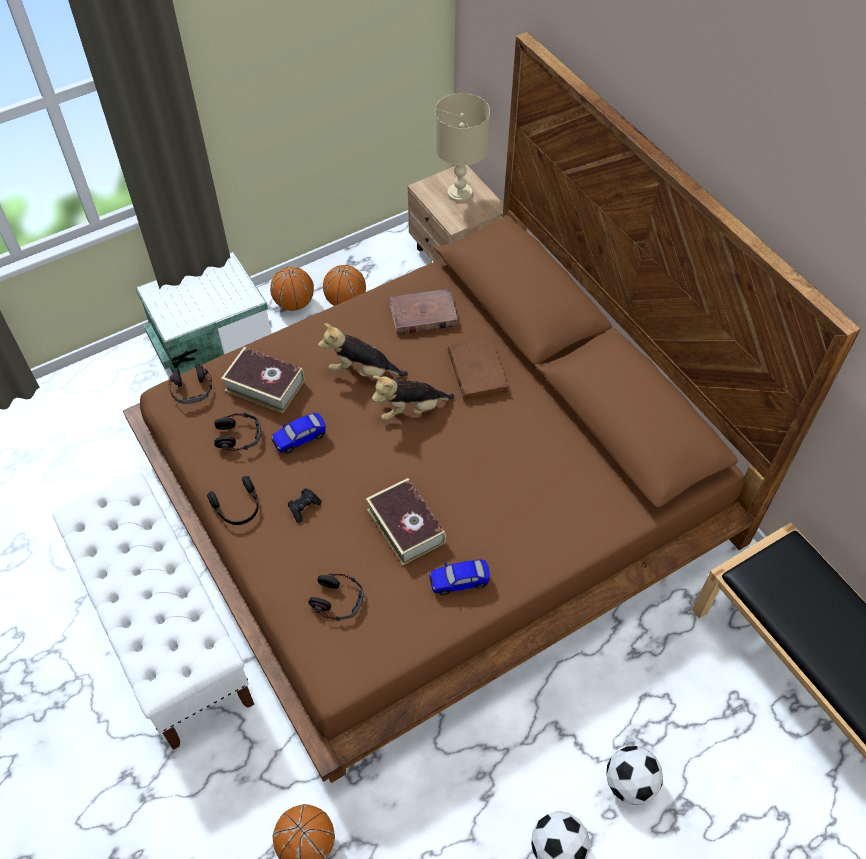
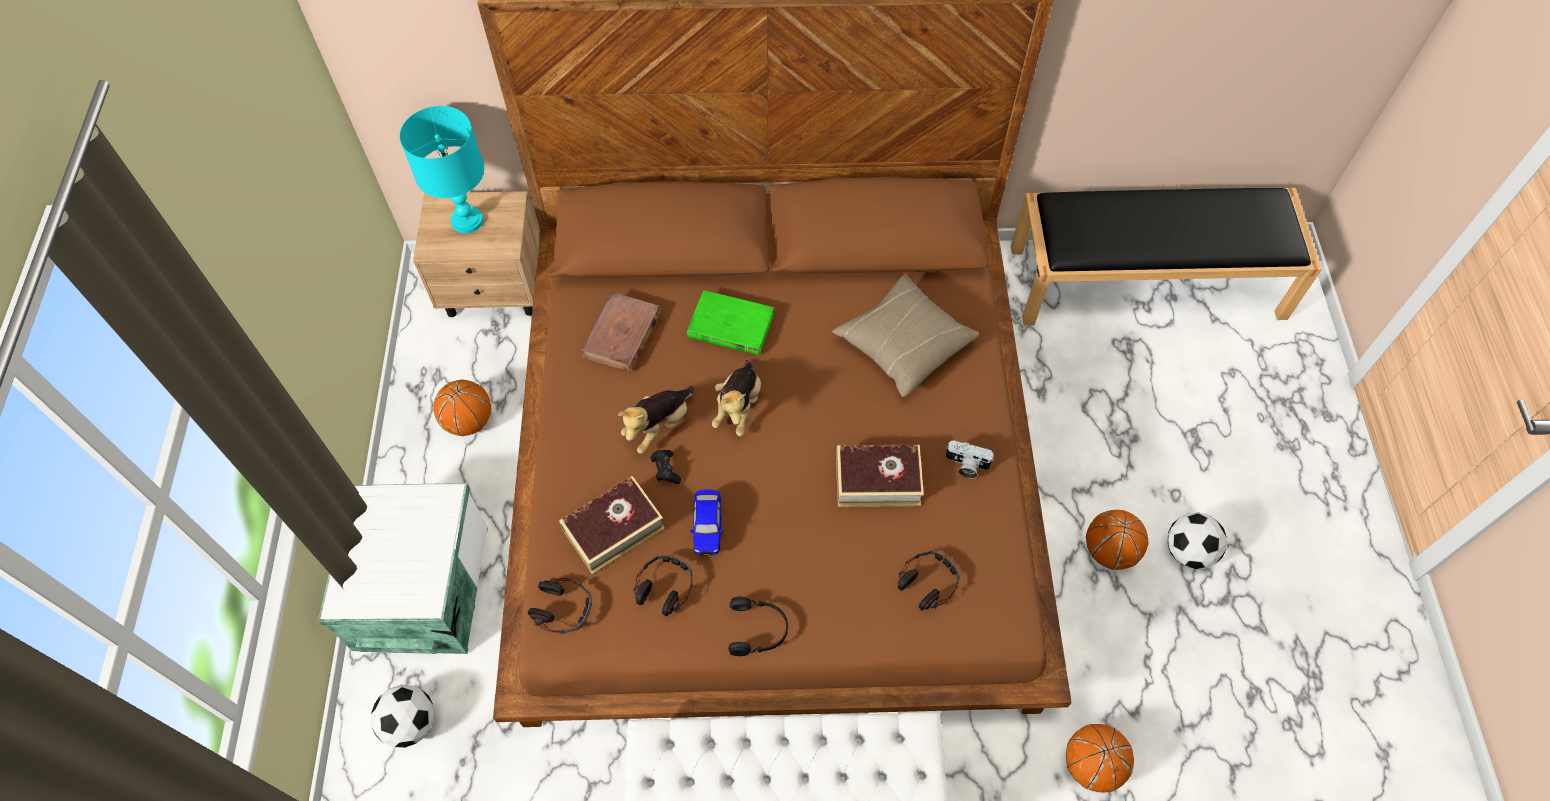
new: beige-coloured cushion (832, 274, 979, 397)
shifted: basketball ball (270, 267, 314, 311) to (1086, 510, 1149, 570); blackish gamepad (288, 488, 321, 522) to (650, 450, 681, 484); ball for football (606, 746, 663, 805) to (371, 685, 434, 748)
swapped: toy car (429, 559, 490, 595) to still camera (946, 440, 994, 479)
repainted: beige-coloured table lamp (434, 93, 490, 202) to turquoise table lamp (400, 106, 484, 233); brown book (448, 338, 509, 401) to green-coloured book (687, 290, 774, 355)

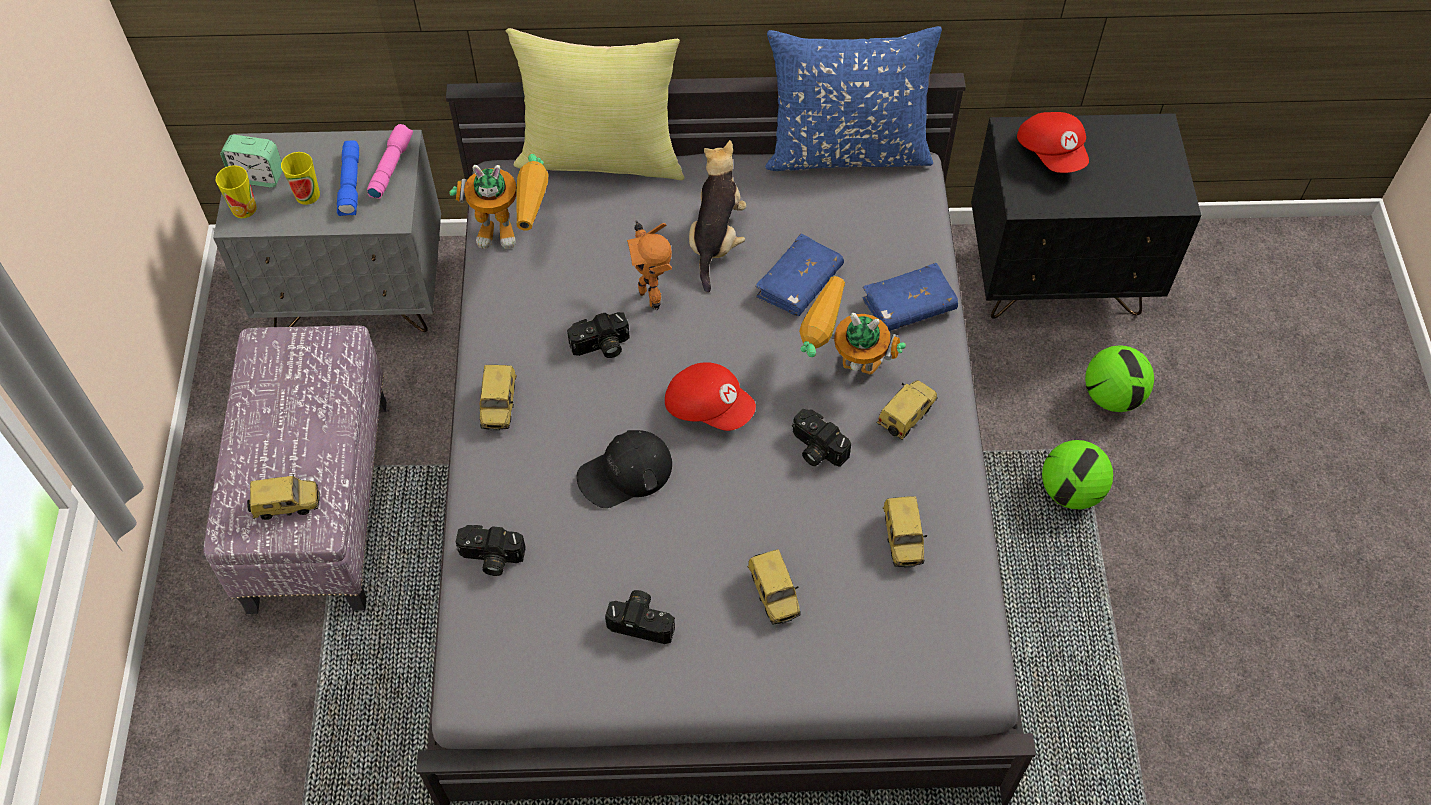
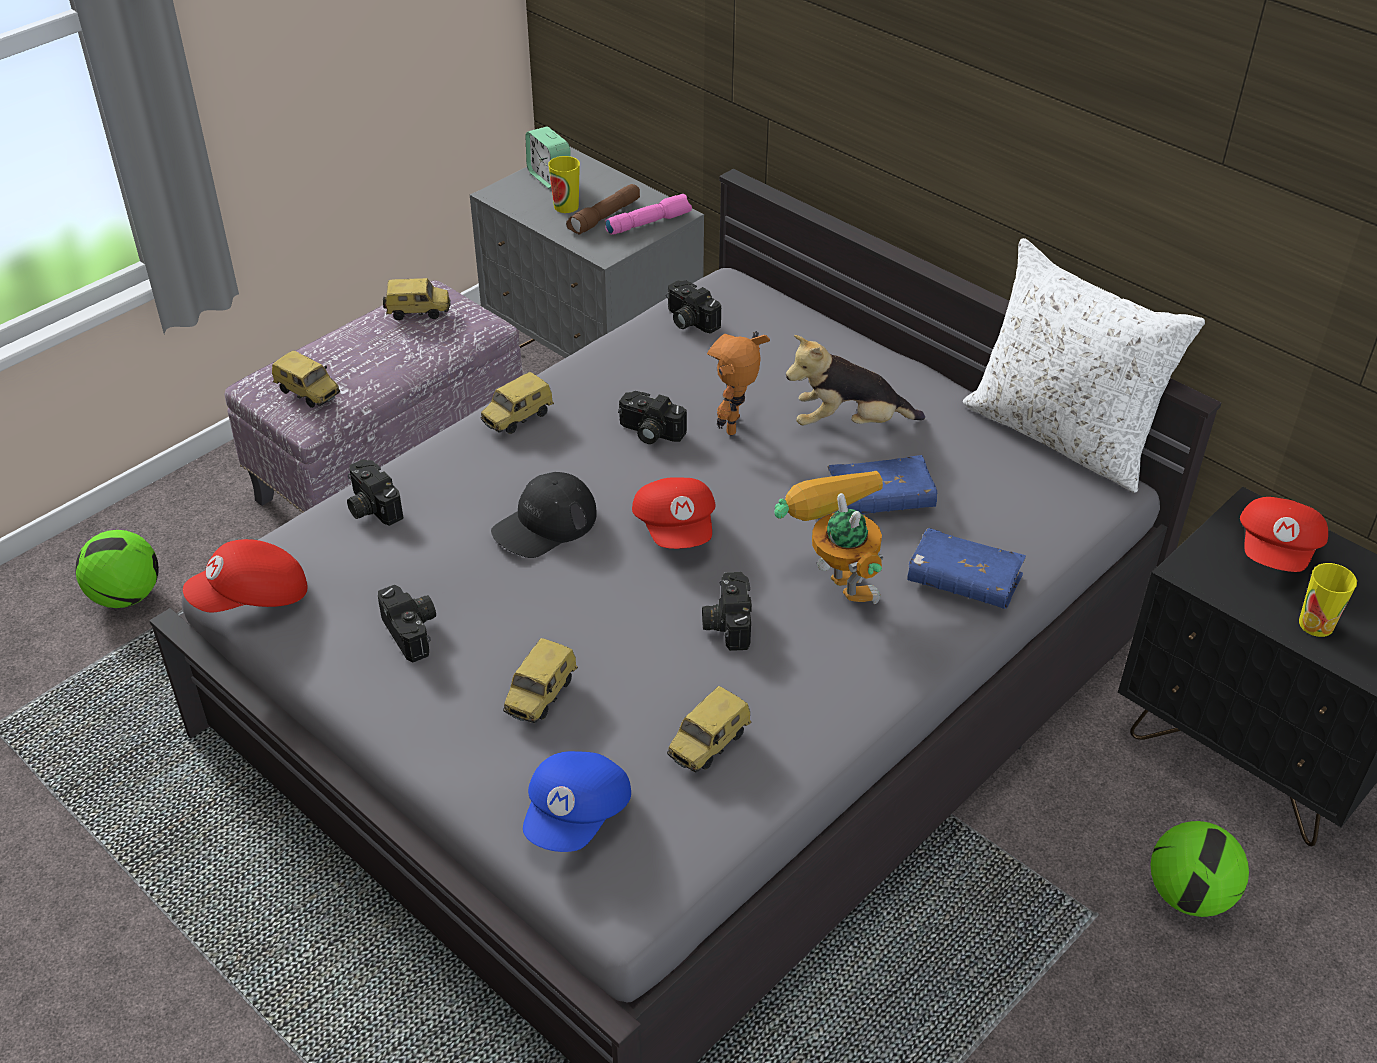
gone: yellow-coloured cushion (506, 28, 685, 180)
new: red cap (183, 539, 308, 613); bluish cap (523, 751, 631, 852)
shifted: cup (216, 165, 257, 218) to (1299, 563, 1357, 637); toy car (877, 380, 938, 440) to (383, 278, 451, 320); ball for football (1042, 440, 1113, 510) to (75, 530, 159, 608)
swapped: robot figure (449, 154, 548, 249) to still camera (666, 280, 721, 334)
repainted: bluish torch (337, 140, 359, 216) to brown torch (566, 184, 640, 235); bluish cushion (765, 26, 942, 171) to white cushion (963, 238, 1205, 493)
rotated: blackish cap (577, 430, 672, 508) = (491, 472, 597, 558) 60 degrees counterclockwise; soft toy (689, 140, 747, 293) = (786, 335, 925, 425) 150 degrees counterclockwise

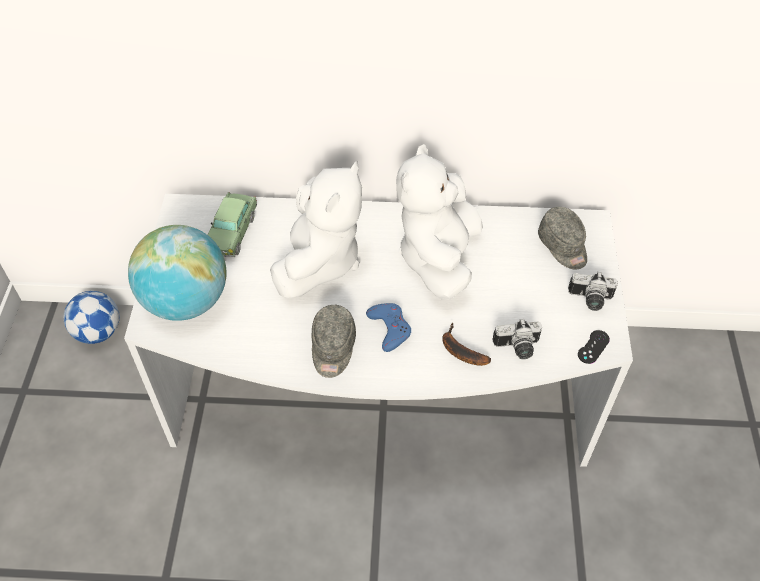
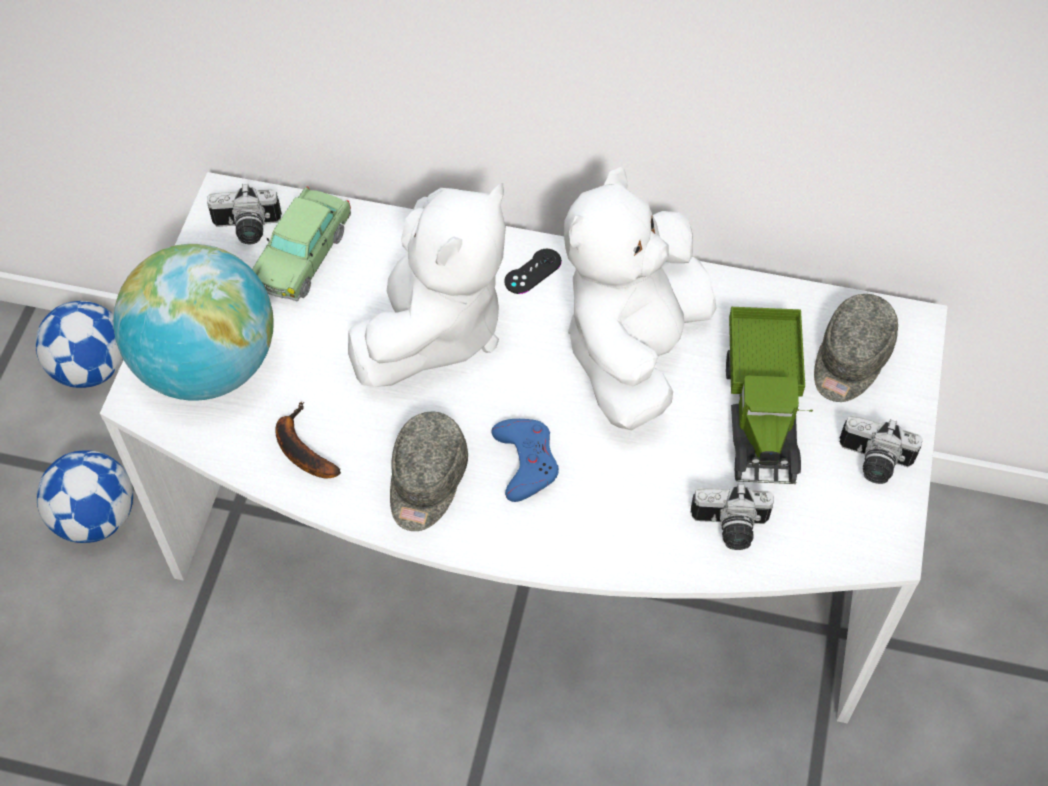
new: ball for football (37, 450, 133, 543); still camera (207, 183, 282, 244); toy lorry (726, 307, 813, 484)
shifted: banana (442, 323, 491, 366) to (275, 402, 341, 478); blackish gamepad (578, 330, 610, 364) to (504, 249, 562, 294)
rotated: gray cap (538, 207, 587, 269) = (814, 294, 898, 402) 45 degrees clockwise

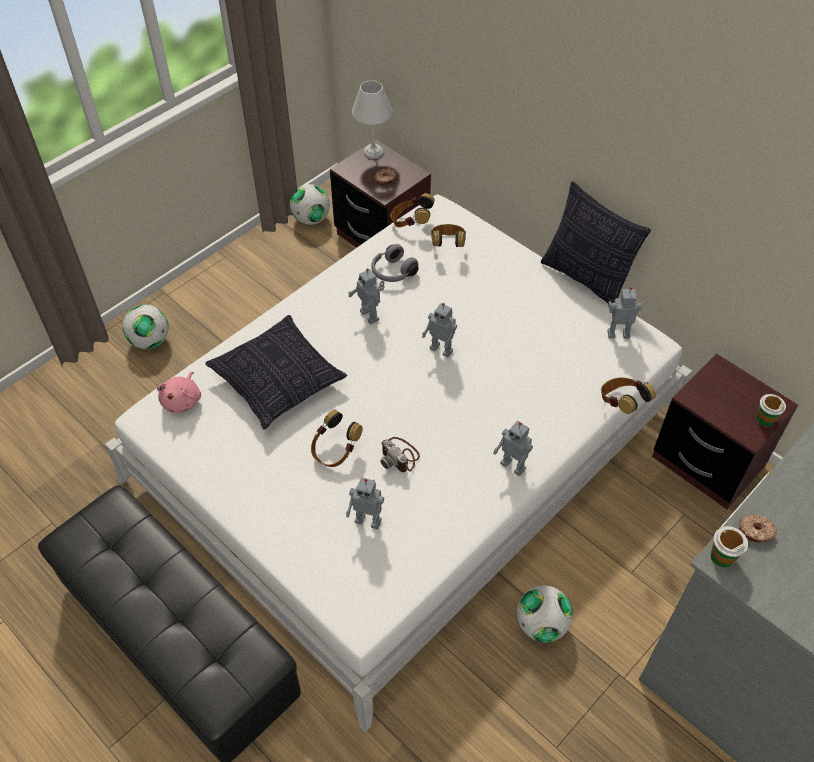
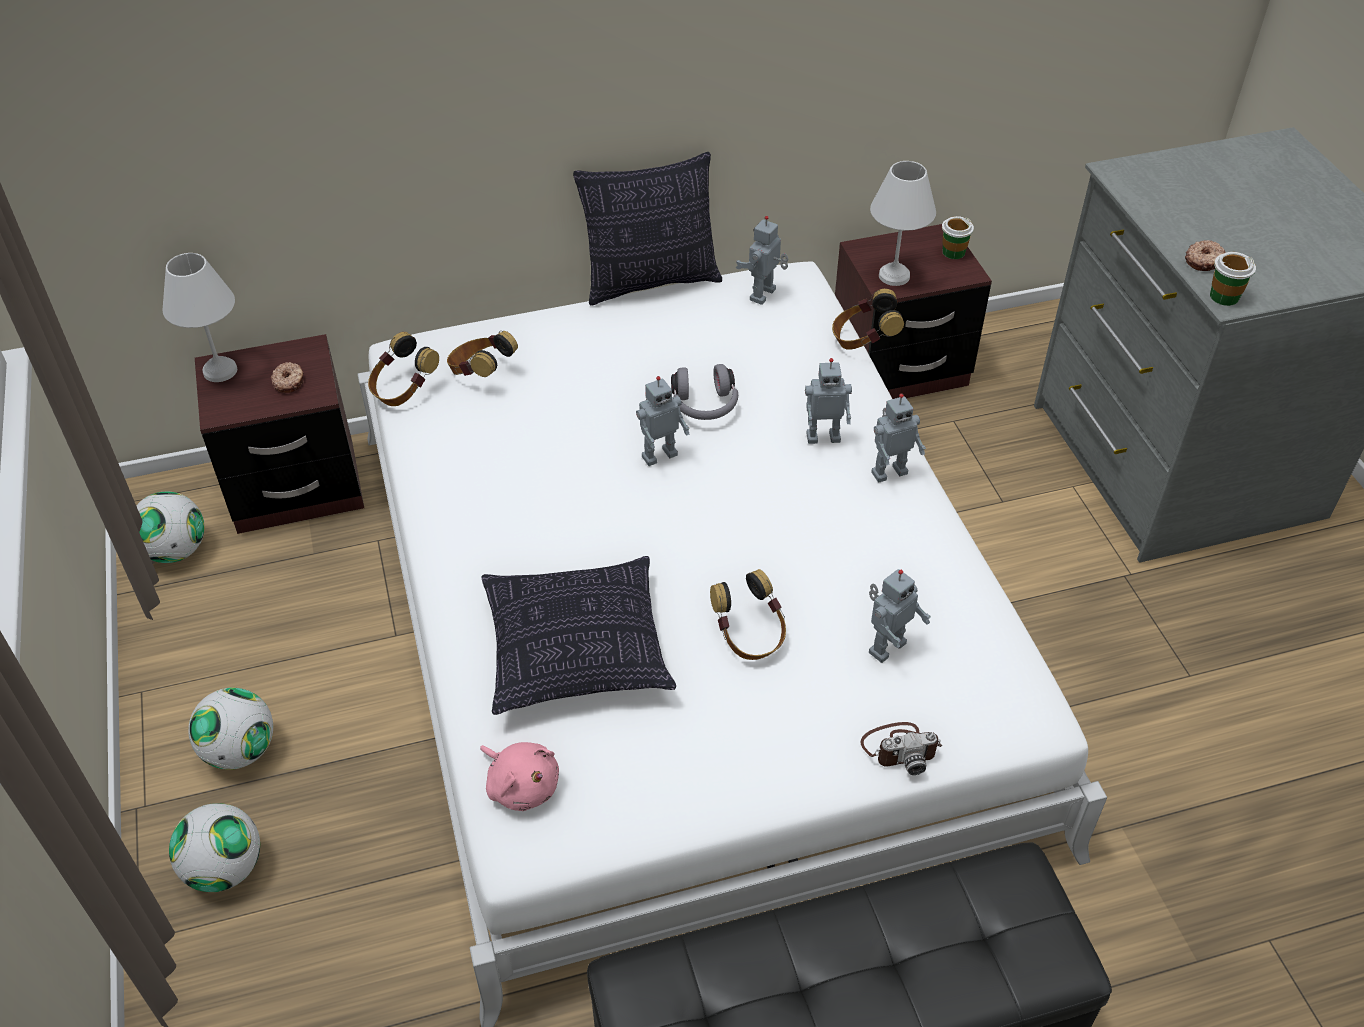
new: white table lamp (870, 161, 936, 286)
shifted: robot figure (348, 268, 385, 324) to (805, 358, 852, 444); gray pair of headphones (371, 244, 419, 282) to (671, 364, 738, 420); still camera (381, 437, 420, 472) to (860, 722, 942, 775); ball for football (517, 585, 573, 642) to (188, 688, 273, 770)

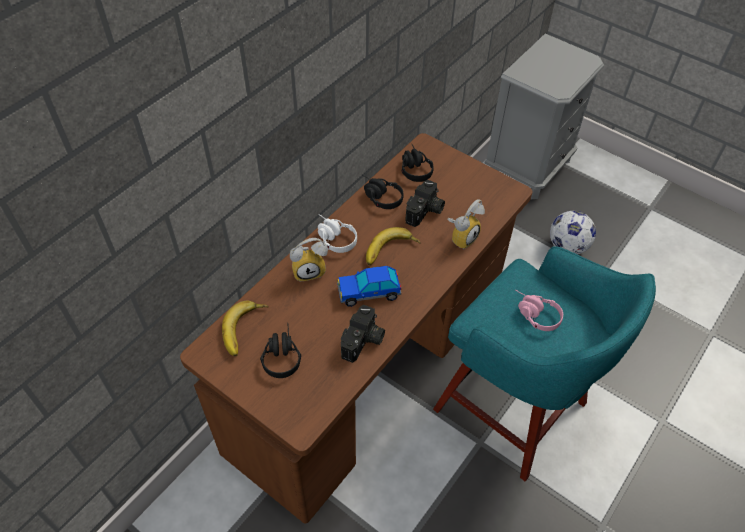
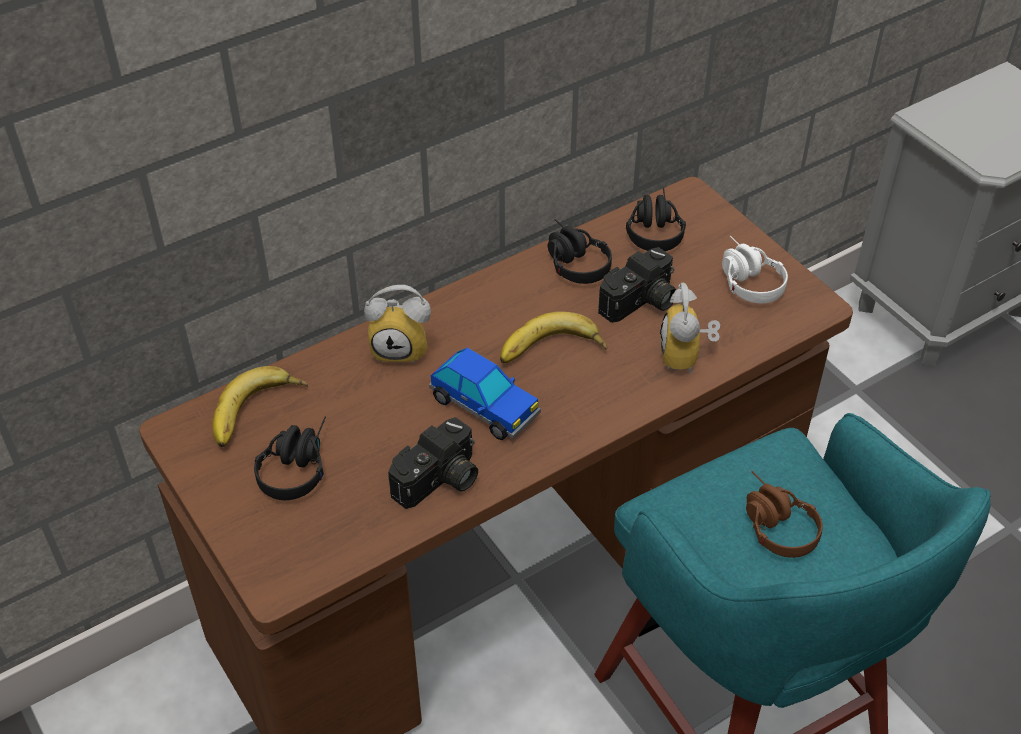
gone: ball for football (550, 211, 596, 254)
shifted: white pair of headphones (318, 214, 357, 253) to (722, 236, 788, 304)
repainted: pink-coloured pair of headphones (516, 290, 563, 331) to brown pair of headphones (746, 471, 823, 558)
rotated: toy car (337, 266, 401, 307) = (429, 348, 541, 440) 150 degrees counterclockwise; alarm clock (447, 199, 485, 249) = (660, 283, 720, 374) 120 degrees clockwise

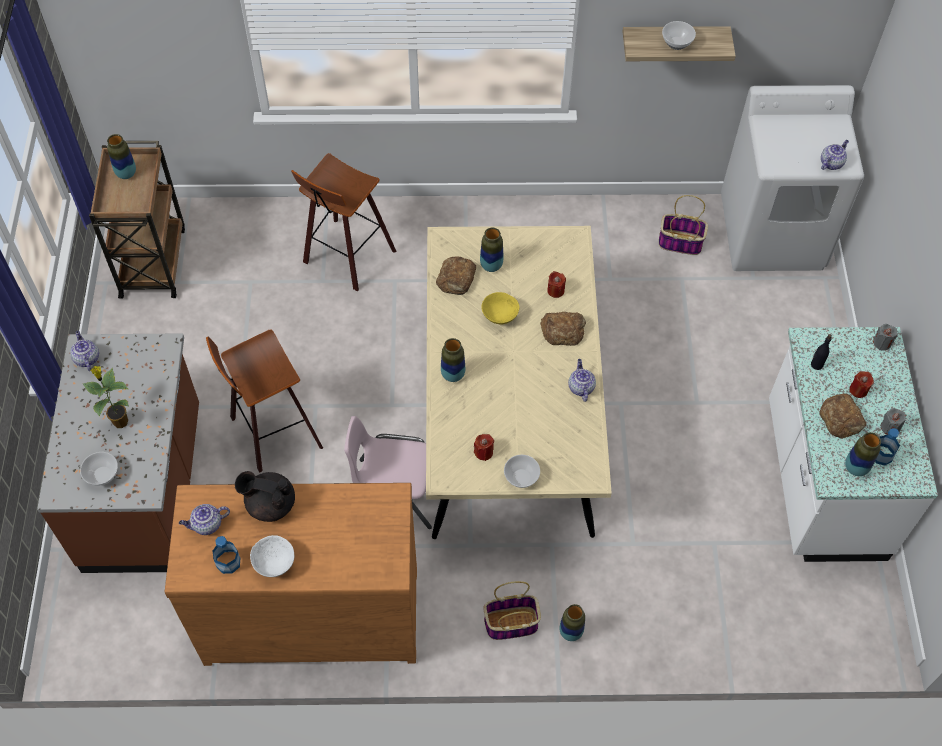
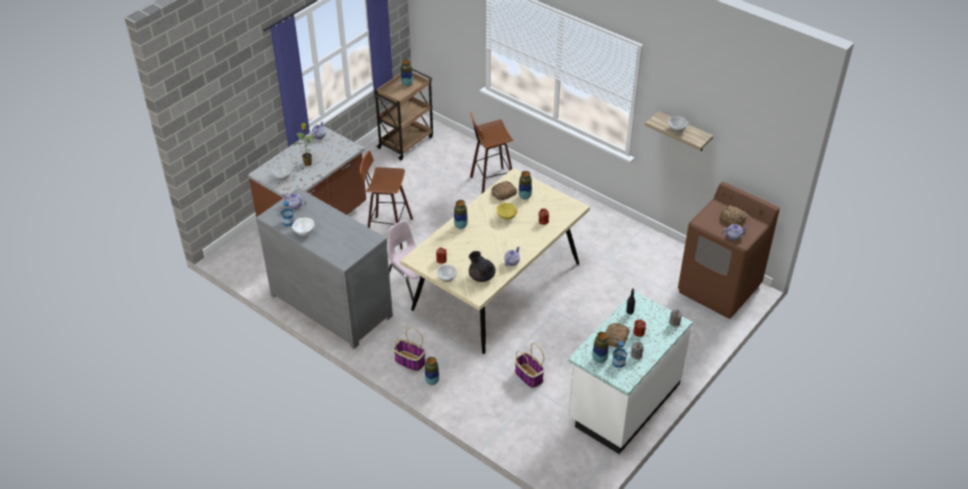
shifted: blackish teapot (235, 471, 295, 522) to (469, 251, 496, 282); bread (540, 312, 586, 346) to (720, 205, 747, 226); household basket (659, 195, 708, 255) to (515, 343, 545, 388)
repainted: brown dresser (164, 483, 417, 666) to gray dresser (256, 188, 393, 349); white laundry appliance (721, 85, 864, 271) to brown laundry appliance (678, 182, 780, 319)

